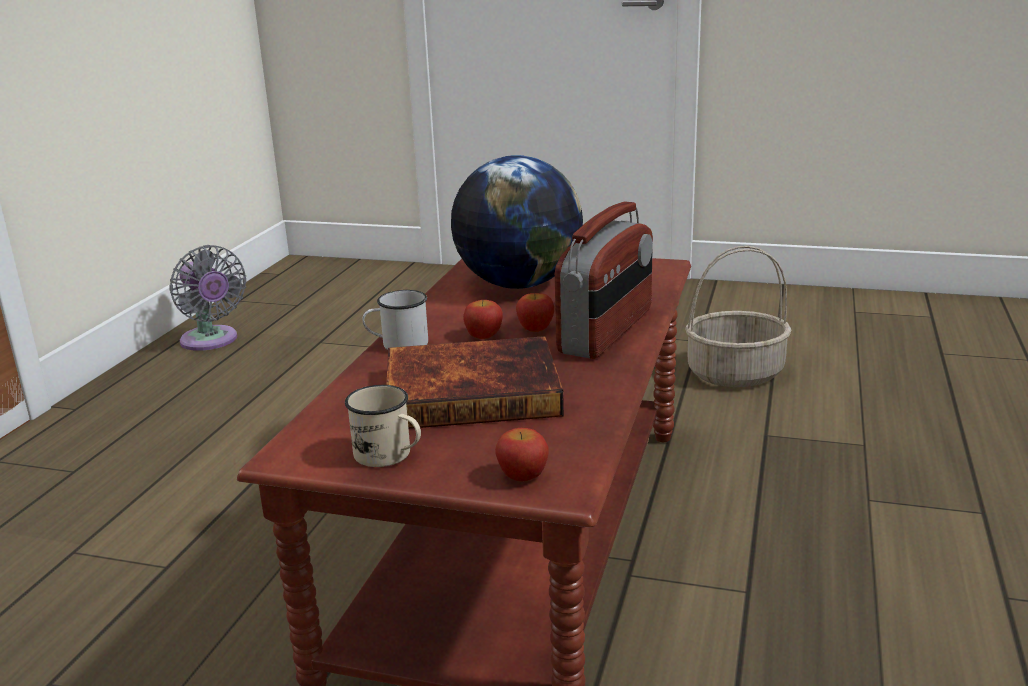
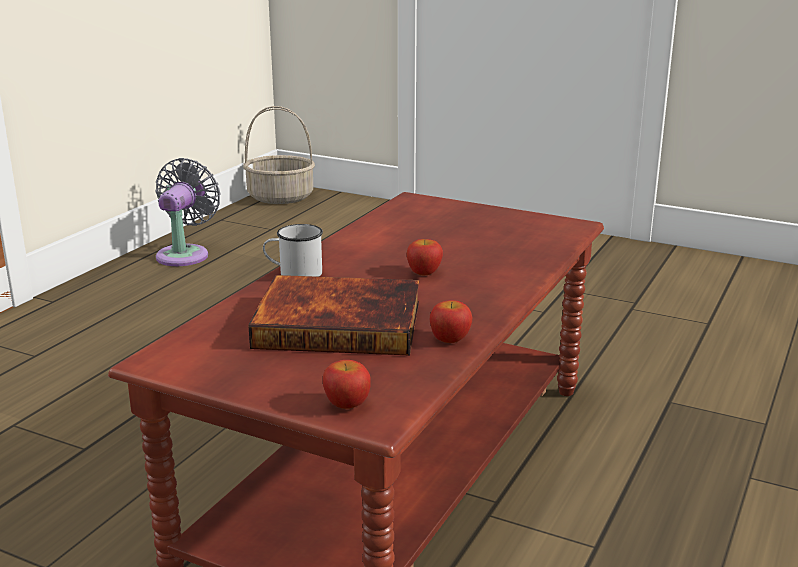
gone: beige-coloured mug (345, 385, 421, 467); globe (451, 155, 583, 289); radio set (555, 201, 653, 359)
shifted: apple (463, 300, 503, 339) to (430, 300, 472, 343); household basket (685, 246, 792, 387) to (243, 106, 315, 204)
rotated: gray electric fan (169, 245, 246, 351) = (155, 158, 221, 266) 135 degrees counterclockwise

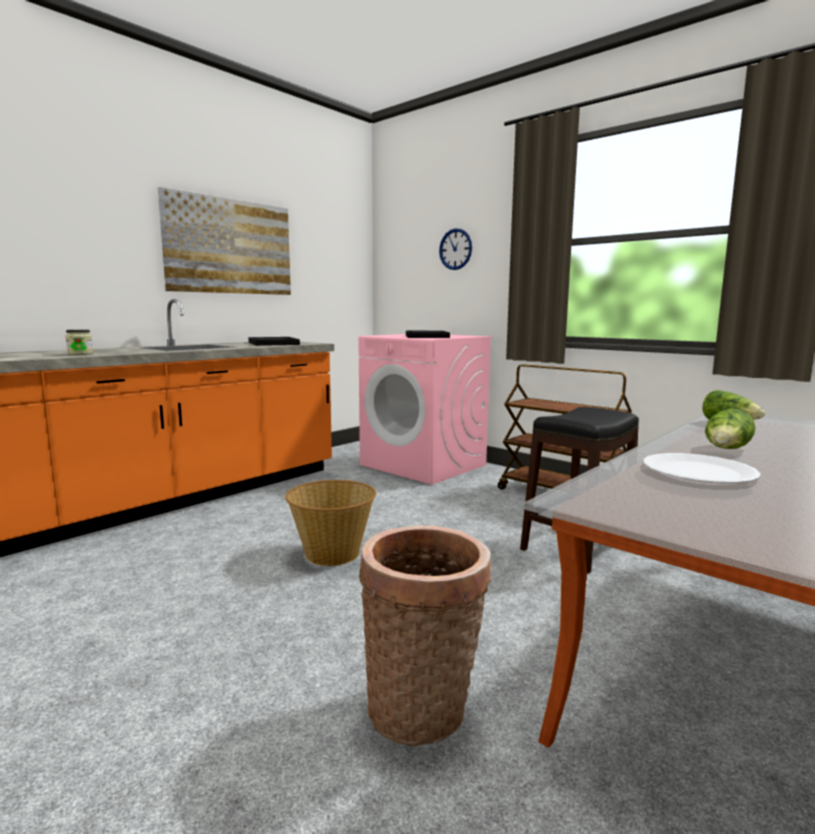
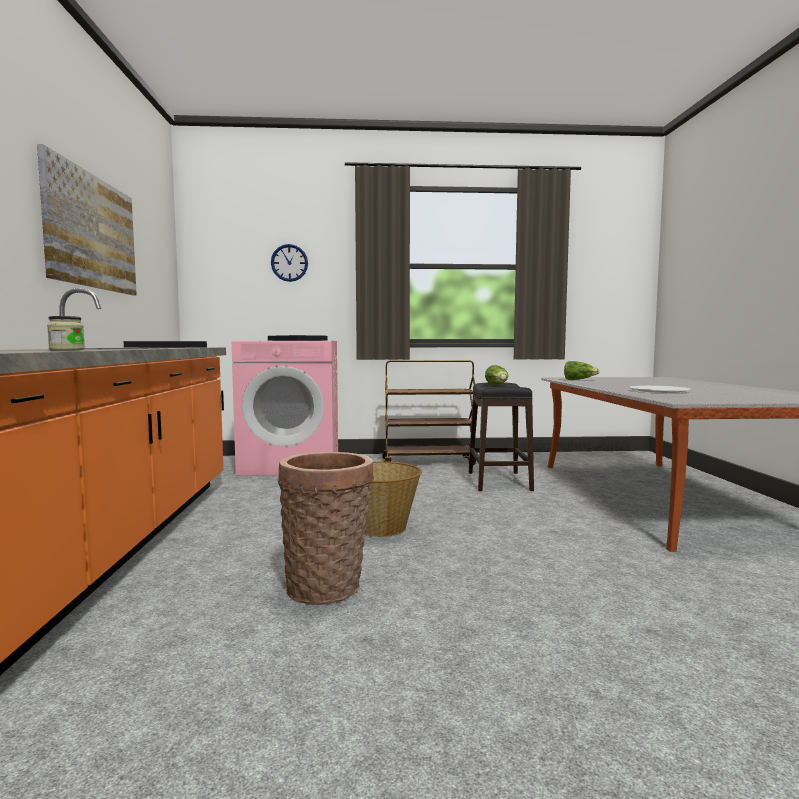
shifted: household basket (359, 525, 492, 746) to (277, 452, 374, 605); head of lettuce (705, 408, 756, 449) to (485, 365, 508, 385)

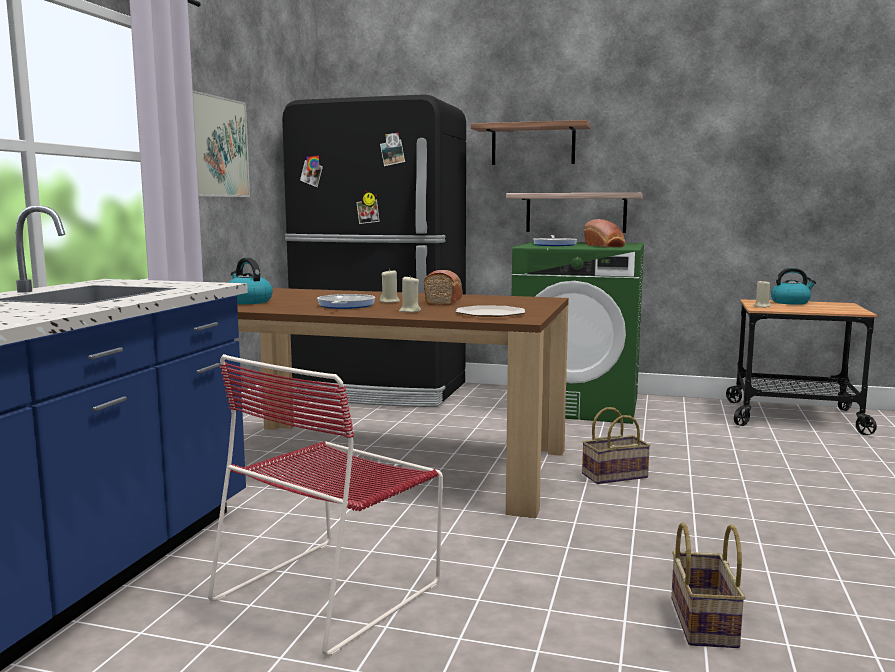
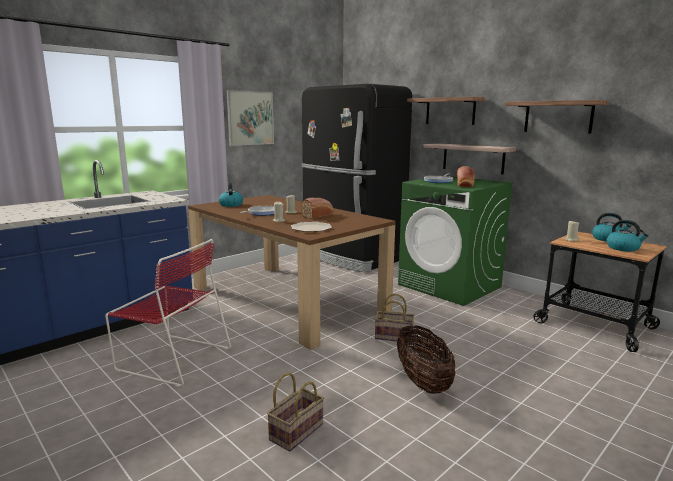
new: household basket (397, 326, 455, 394); wall shelf (505, 100, 609, 134); water kettle (607, 220, 649, 252)
rotated: red plain chair (208, 354, 443, 656) = (105, 239, 231, 387) 135 degrees counterclockwise

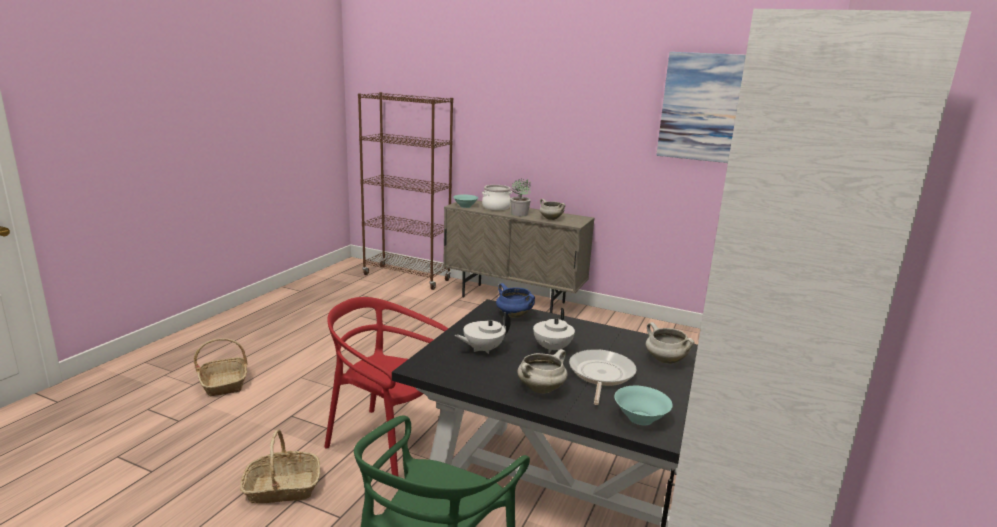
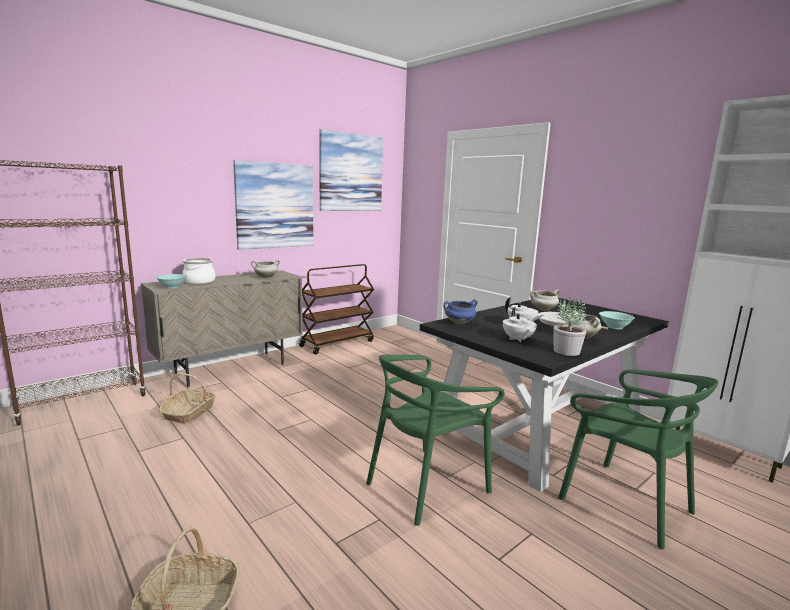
new: wall art (233, 160, 313, 250); brown cart (299, 264, 374, 355)
shifted: household basket (240, 430, 320, 504) to (159, 373, 216, 423); houseplant (510, 178, 531, 216) to (553, 296, 586, 356)
repainted: red plain chair (324, 297, 448, 477) to green-coloured plain chair (366, 355, 505, 526)

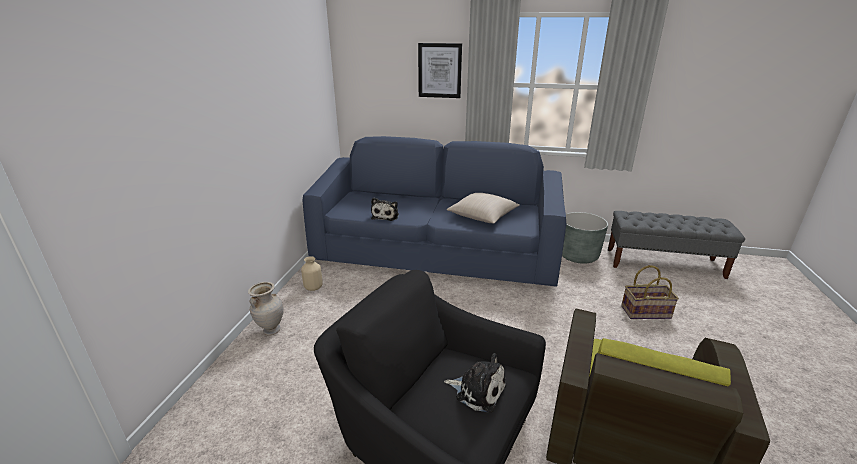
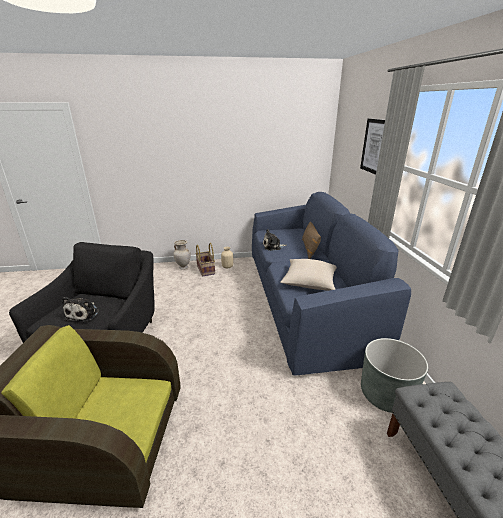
new: brown cushion (302, 222, 321, 259)
shifted: household basket (621, 265, 679, 319) to (196, 243, 215, 276)

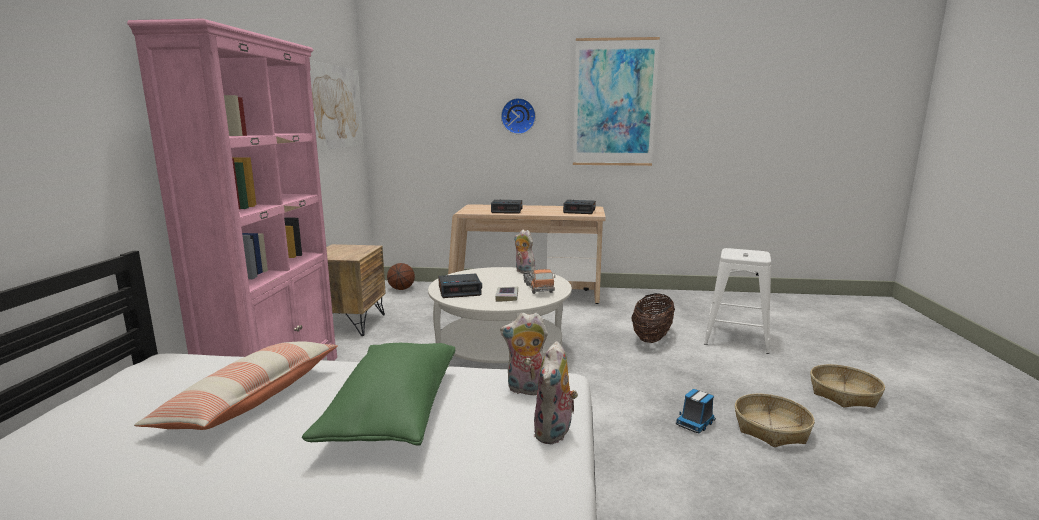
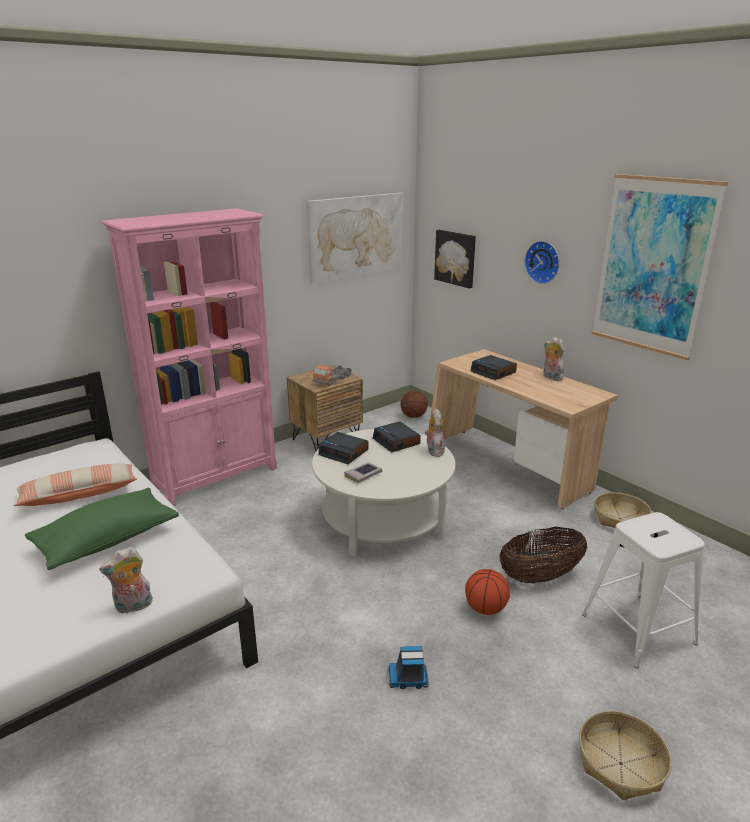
new: wall art (434, 230, 476, 288); basketball ball (465, 569, 510, 615)
shifted: soft toy (500, 313, 548, 395) to (544, 337, 564, 381); toy lorry (523, 269, 555, 294) to (313, 365, 352, 386); alarm clock (563, 200, 596, 214) to (373, 421, 421, 452); household basket (735, 393, 815, 447) to (594, 492, 651, 528)

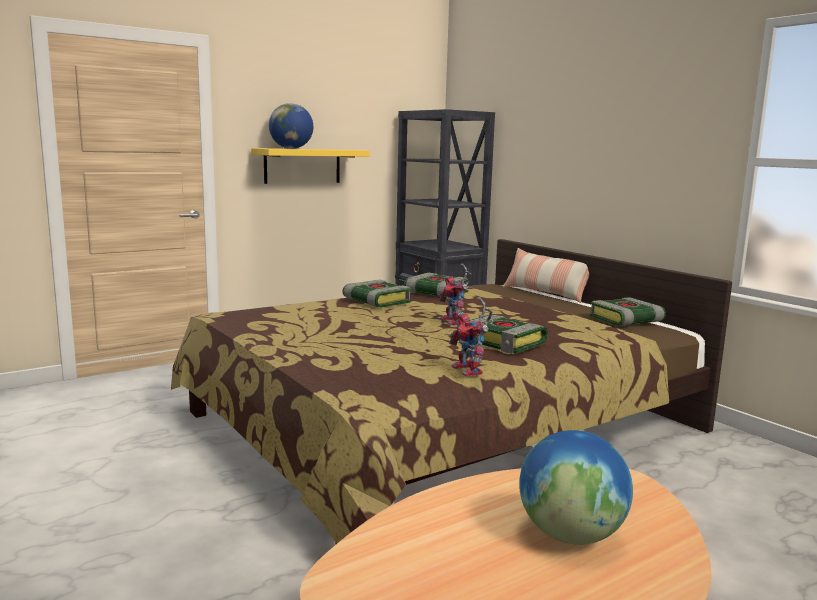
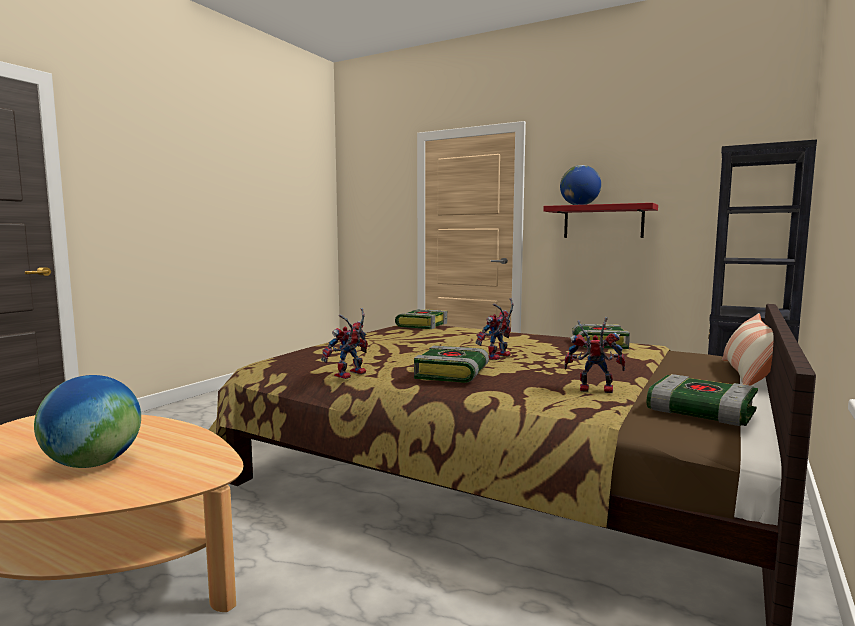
new: robot figure (564, 317, 625, 393)
shifted: book (343, 279, 411, 308) to (395, 309, 447, 329)
repainted: yellow-coloured wall shelf (251, 148, 370, 184) to red wall shelf (543, 203, 658, 238)

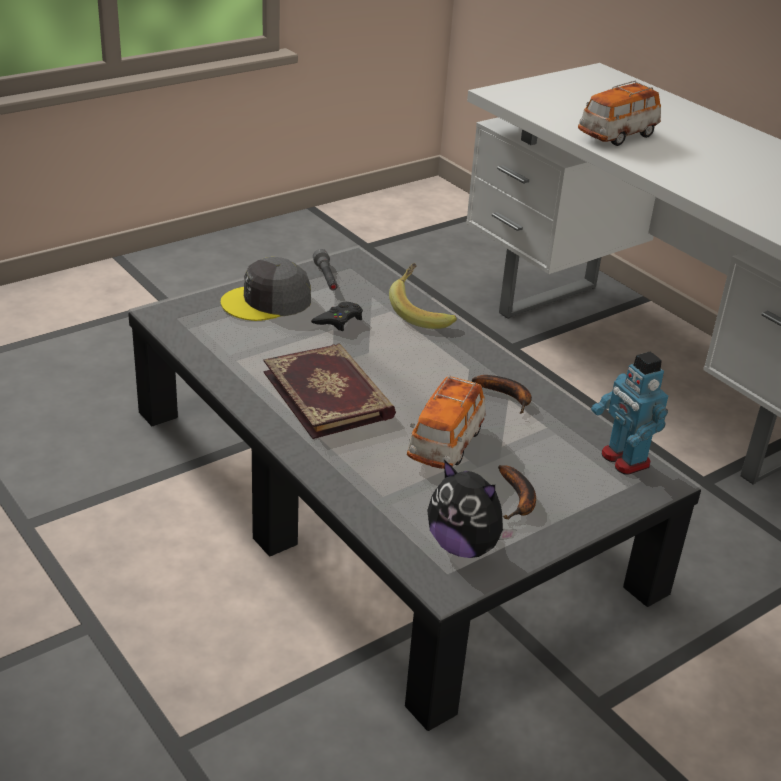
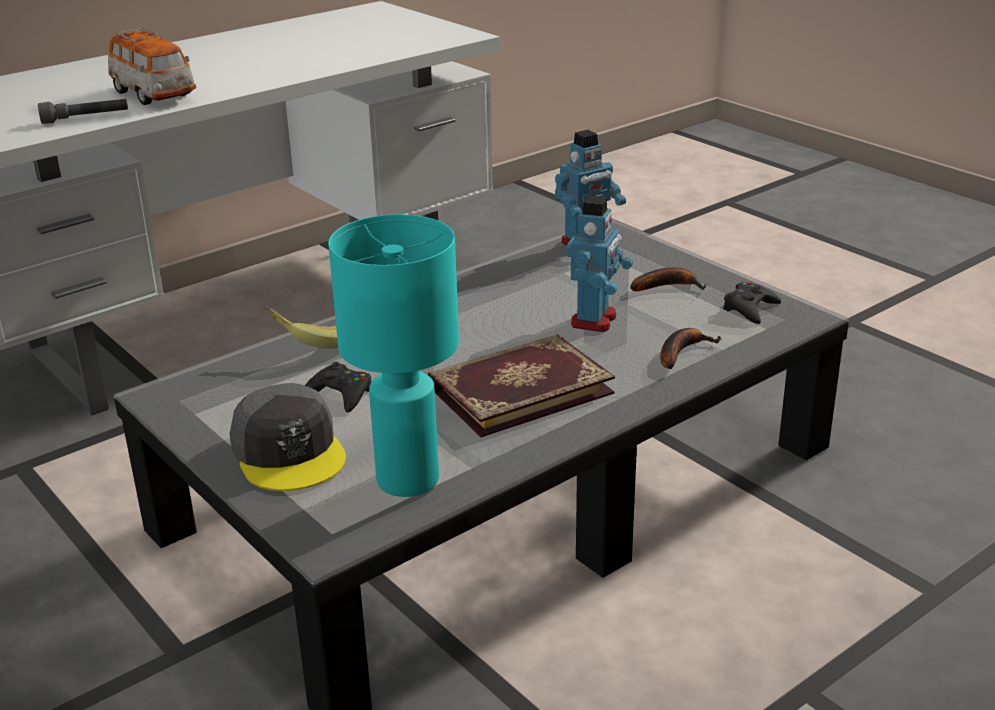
new: turquoise table lamp (328, 214, 459, 497)
shifted: gray torch (313, 249, 338, 290) to (38, 99, 128, 124); banana (472, 375, 532, 414) to (660, 328, 722, 369)
swapped: toy car (407, 375, 486, 469) to robot figure (566, 195, 633, 332); soft toy (427, 460, 517, 558) to blackish gamepad (723, 282, 781, 324)

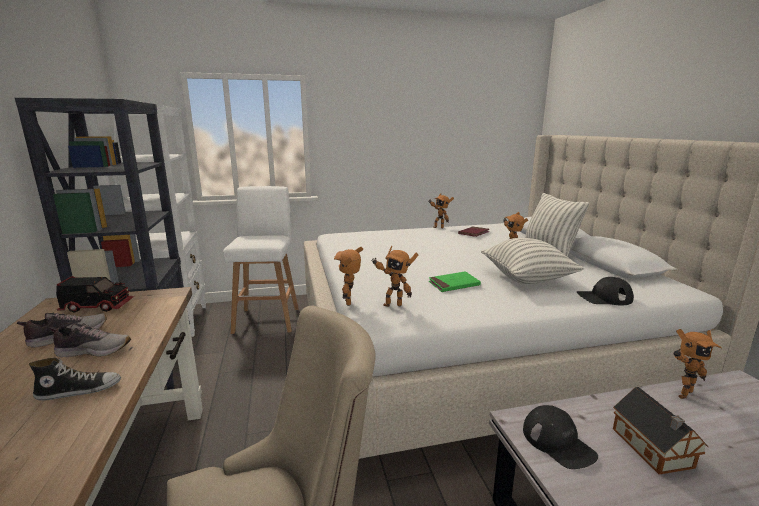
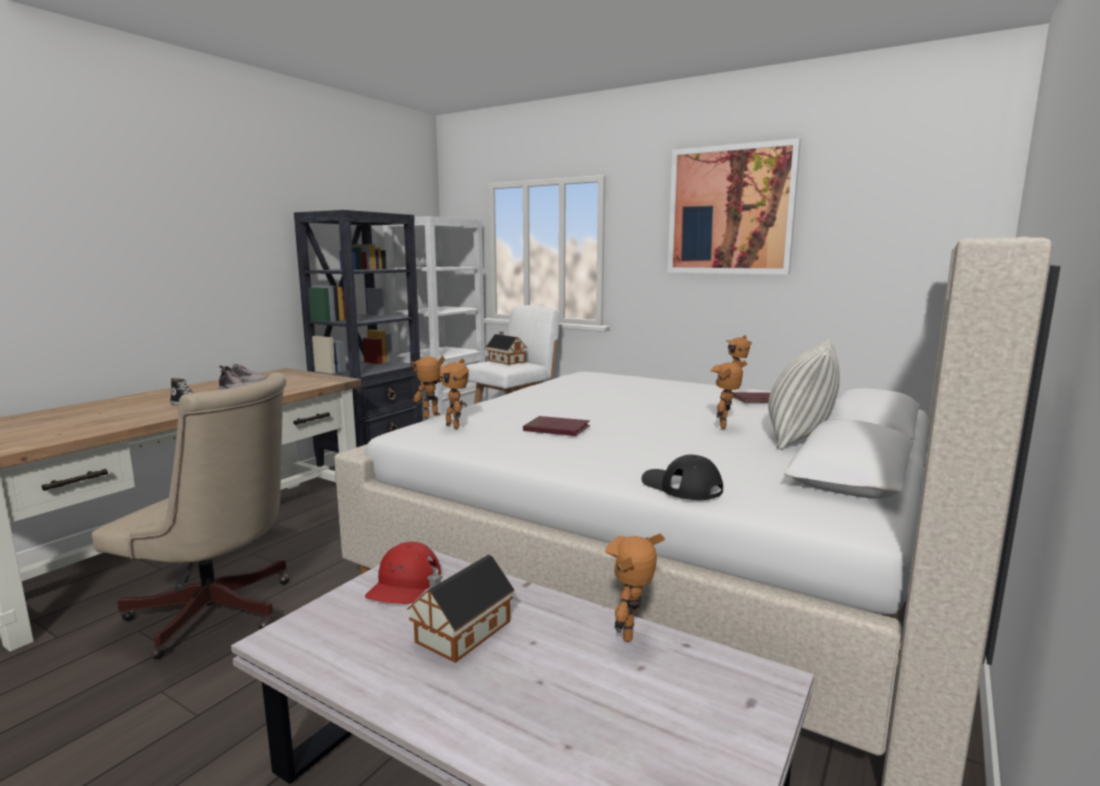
gone: toy lorry (56, 276, 134, 313); cushion (481, 238, 584, 284)
new: toy house (486, 331, 527, 365); wall art (668, 138, 801, 275)
repainted: green-coloured book (429, 271, 481, 292) to red book (523, 416, 590, 436); blackish cap (523, 405, 598, 469) to red cap (365, 542, 441, 604)
rotated: robot figure (674, 329, 722, 399) = (604, 533, 665, 642) 90 degrees clockwise

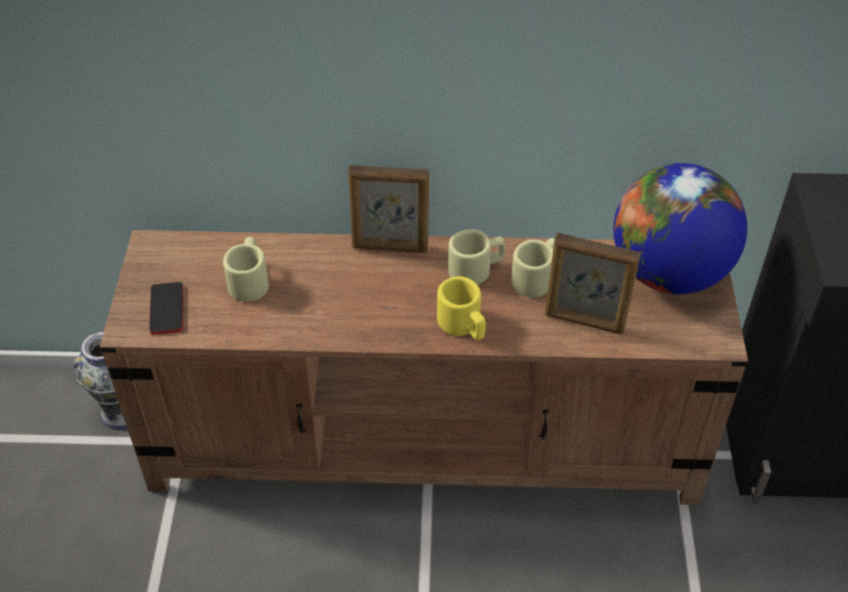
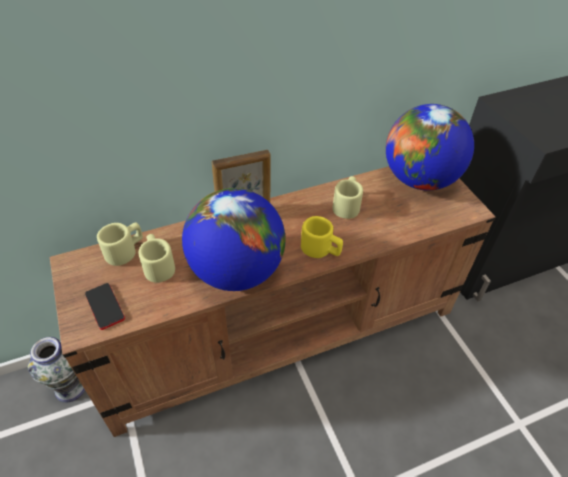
gone: photo frame (545, 233, 641, 334)
new: globe (182, 188, 286, 291)
shifted: beige-coloured mug (448, 229, 505, 285) to (97, 222, 143, 266)

